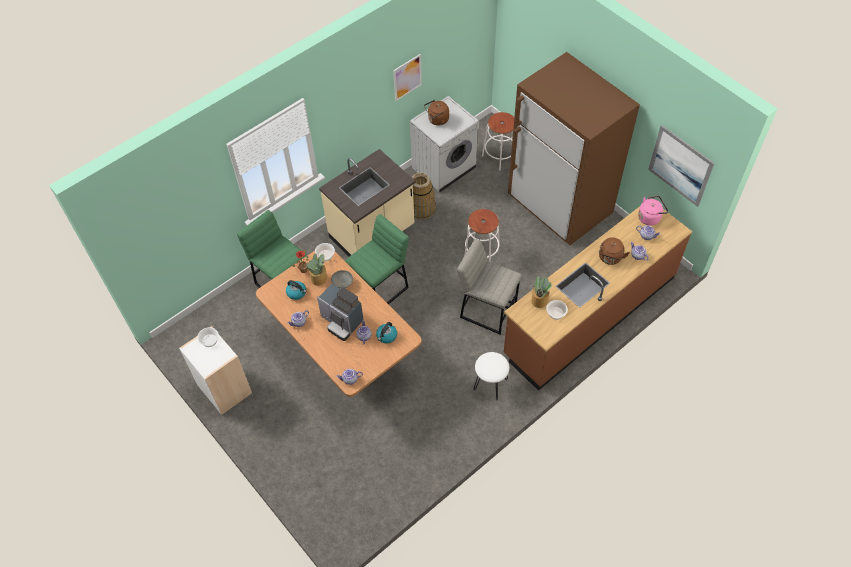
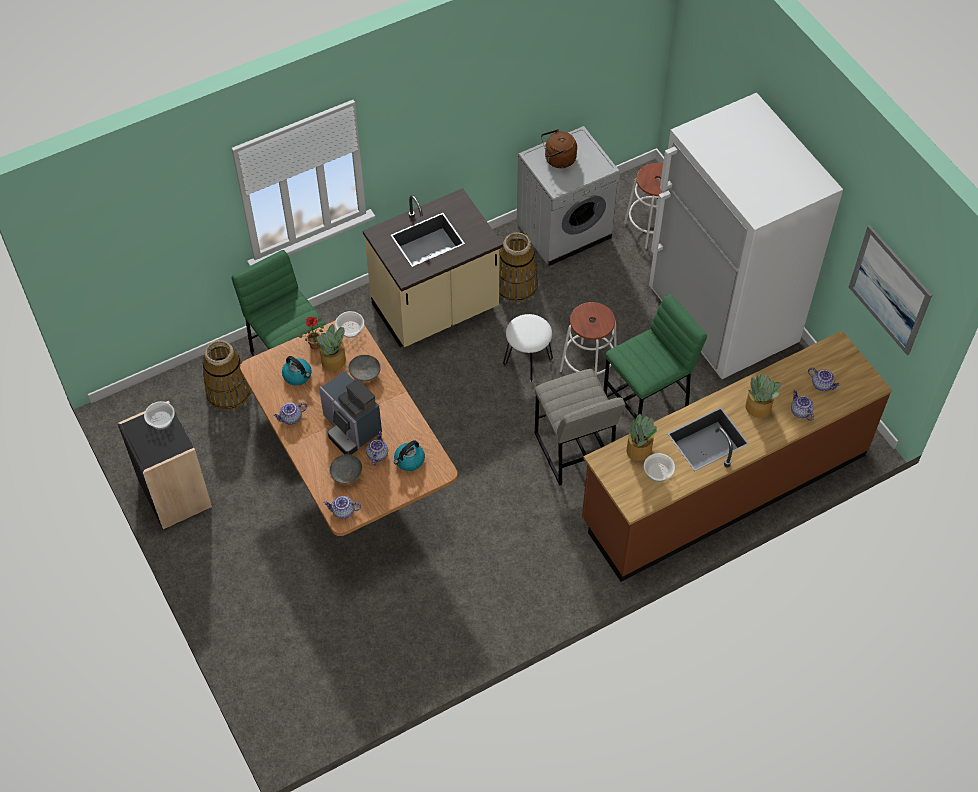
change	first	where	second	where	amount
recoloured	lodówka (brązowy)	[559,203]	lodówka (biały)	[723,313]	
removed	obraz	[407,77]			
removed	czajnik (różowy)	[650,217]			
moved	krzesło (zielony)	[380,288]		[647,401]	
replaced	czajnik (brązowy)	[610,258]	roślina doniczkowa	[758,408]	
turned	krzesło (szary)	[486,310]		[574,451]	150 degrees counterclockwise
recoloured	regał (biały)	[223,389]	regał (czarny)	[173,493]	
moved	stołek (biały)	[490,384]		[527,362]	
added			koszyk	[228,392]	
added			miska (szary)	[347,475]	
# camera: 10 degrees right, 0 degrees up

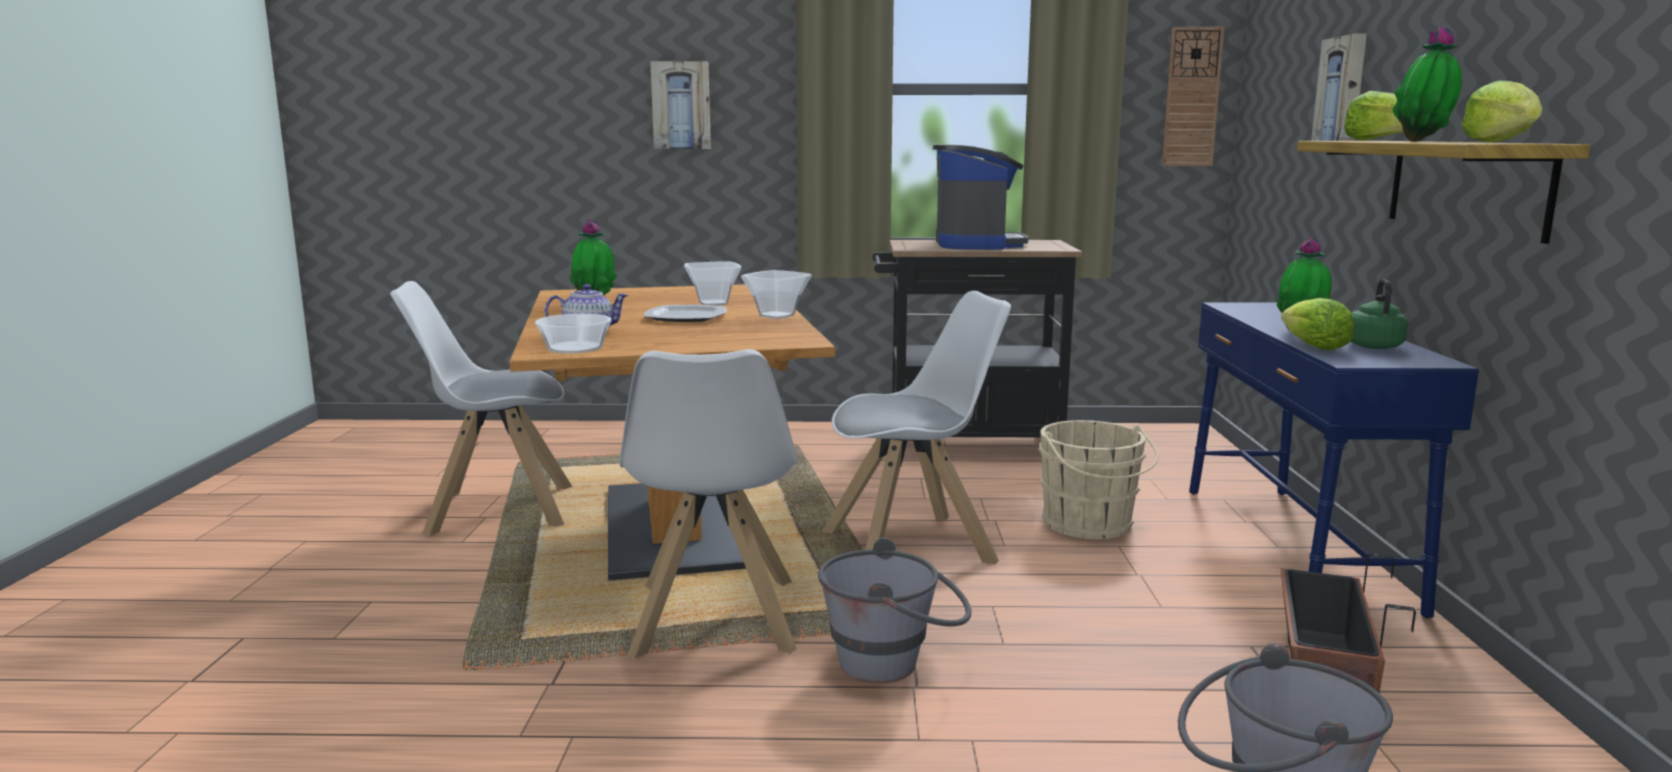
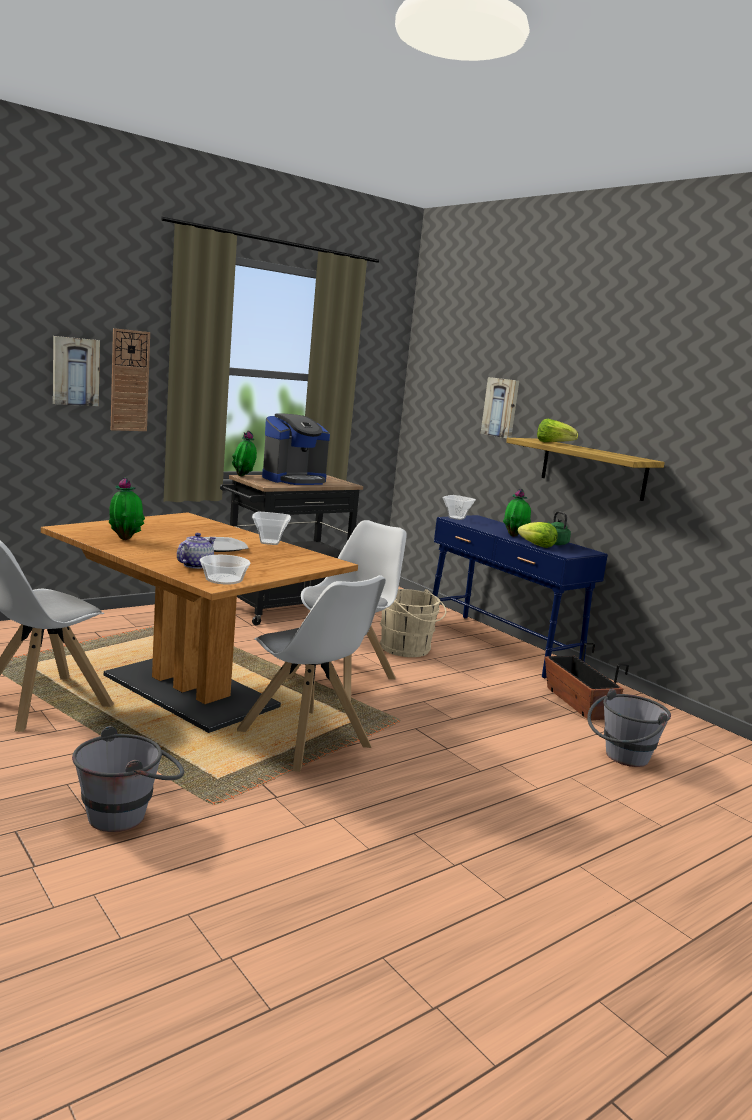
change	first	where	second	where	amount
moved	roślina doniczkowa	[1422,141]		[244,476]	
moved	zegar ścienny	[1191,97]		[129,381]	
removed	sałata	[1500,142]			
turned	ekspres do kawy	[977,244]		[294,480]	90 degrees clockwise
moved	miska	[714,303]		[457,518]	
moved	wiadro (szary)	[895,663]		[128,813]	
# camera: 40 degrees left, 0 degrees up

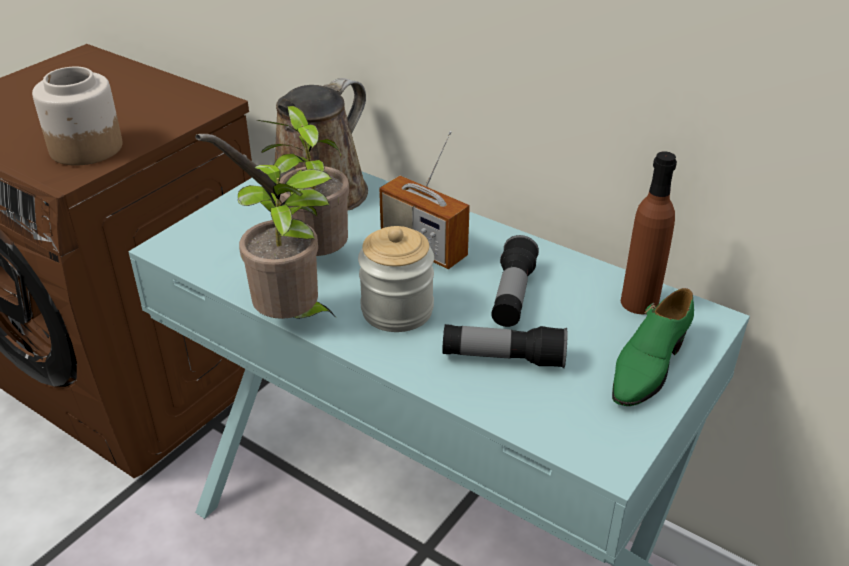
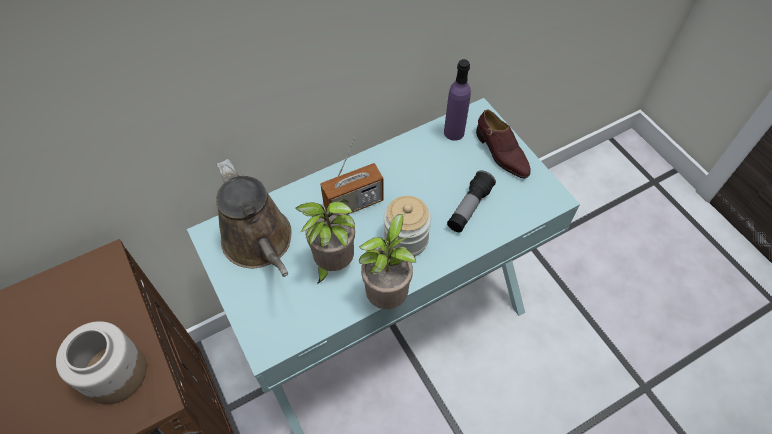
change	first	where	second	where	amount
recoloured	butelka (brązowy)	[639,302]	butelka (fioletowy)	[454,132]	
removed	latarka	[512,295]			
recoloured	but (zielony)	[647,366]	but (brązowy)	[501,153]	
# camera: 65 degrees left, 20 degrees up

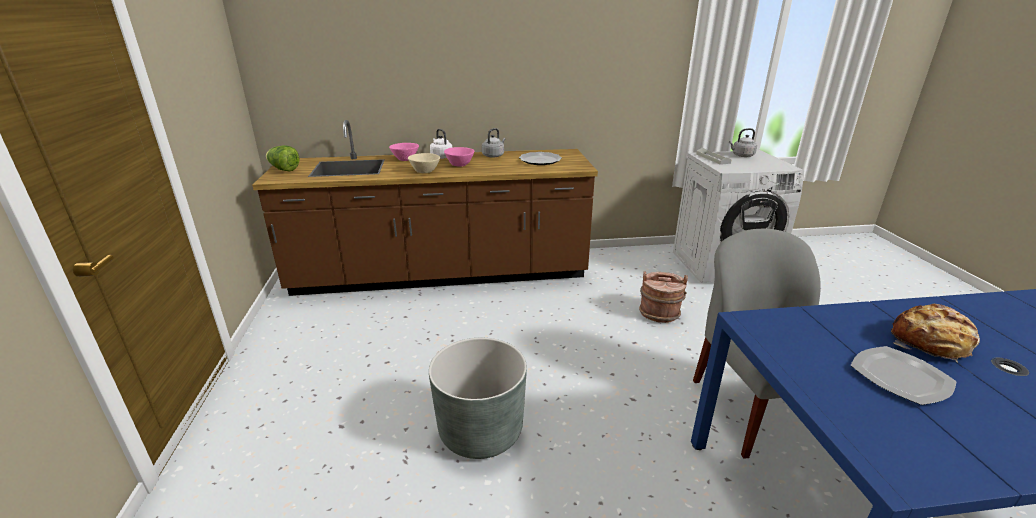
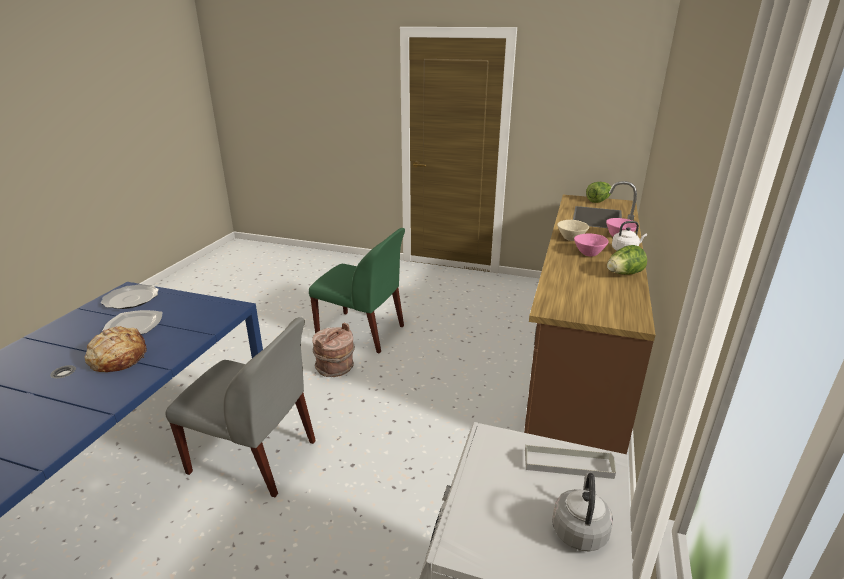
change	first	where	second	where	amount
replaced	czajnik (szary)	[494,155]	sałata	[623,274]	
moved	talerz	[540,160]		[131,299]	
moved	wiadro (brązowy)	[659,313]		[335,367]	
replaced	donica (szary)	[480,431]	krzesło (zielony)	[363,332]	
# camera: 115 degrees right, 0 degrees up

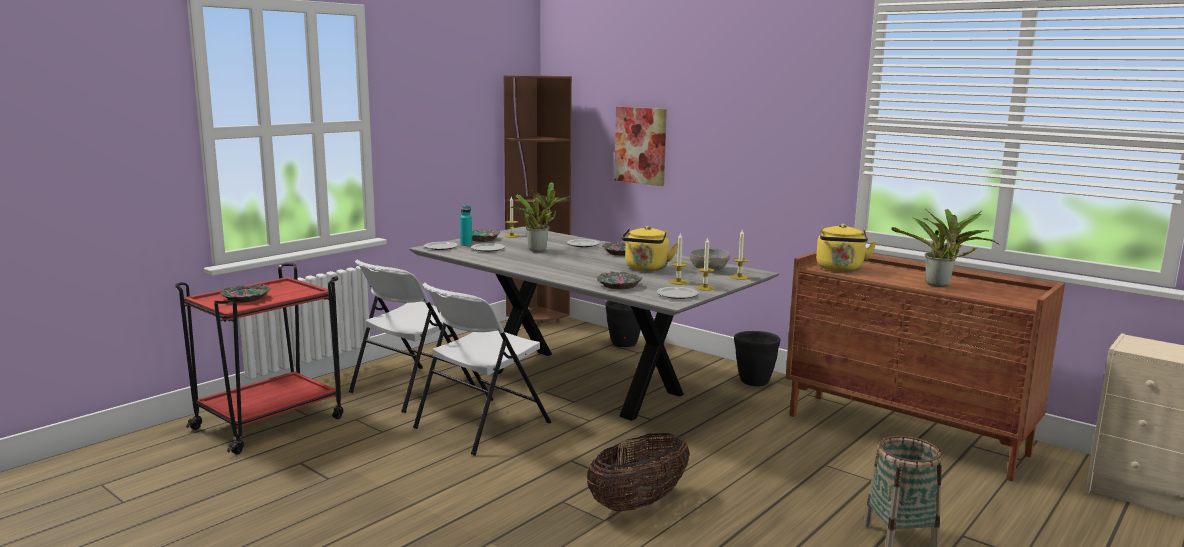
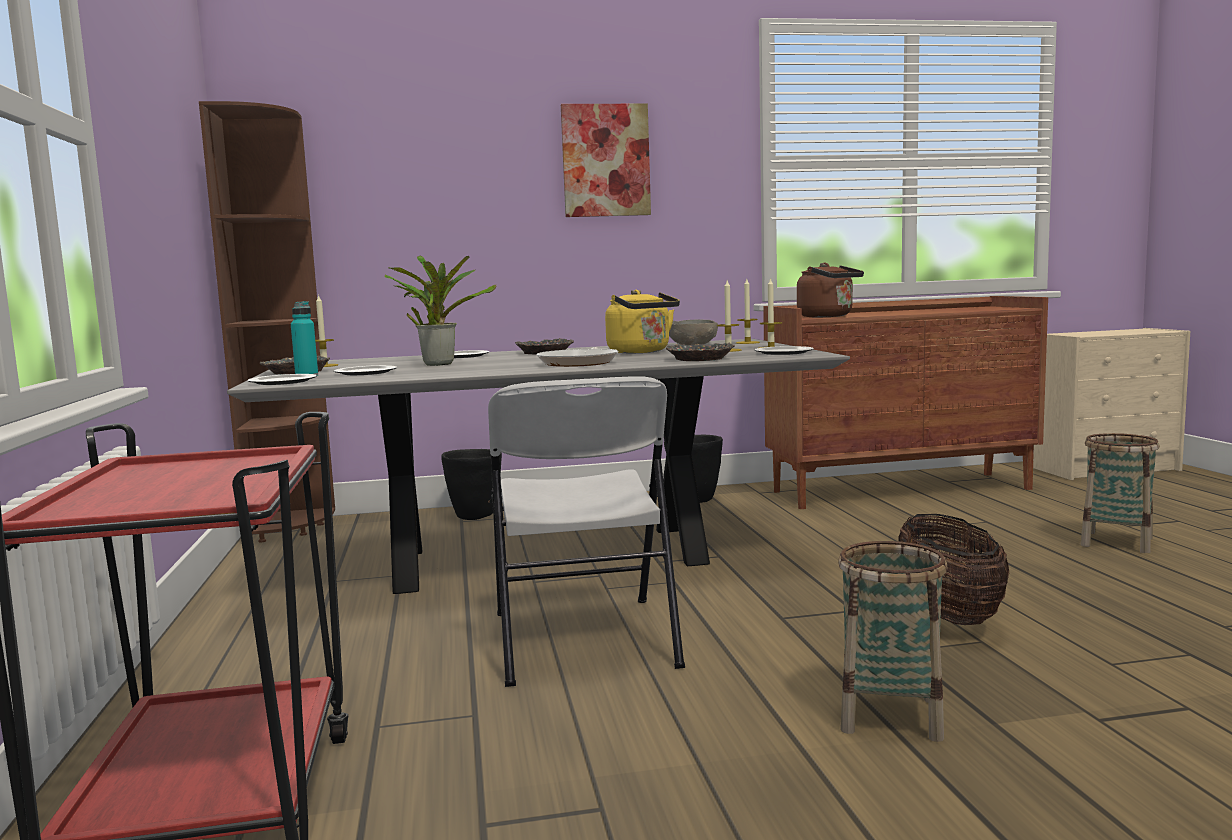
change	first	where	second	where	amount
moved	obraz	[641,145]		[605,160]	
removed	roślina doniczkowa	[940,285]			
recoloured	czajnik (żółty)	[840,269]	czajnik (brązowy)	[828,316]	
removed	krzesło (biały)	[412,388]			
removed	miska	[245,298]			
added			patelnia	[580,363]	
added			koszyk	[890,715]	
# camera: 50 degrees left, 5 degrees down

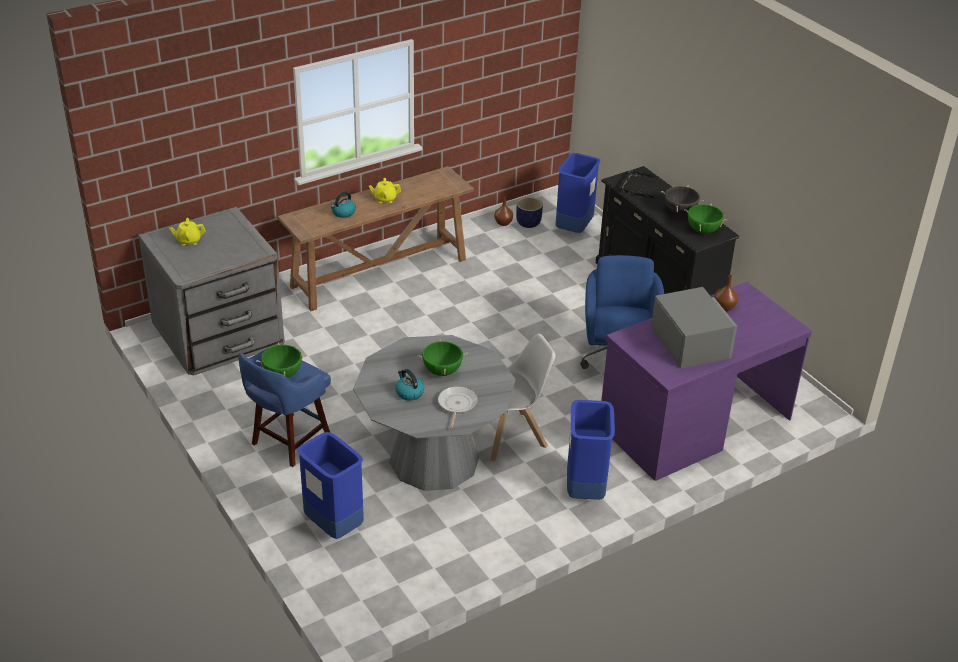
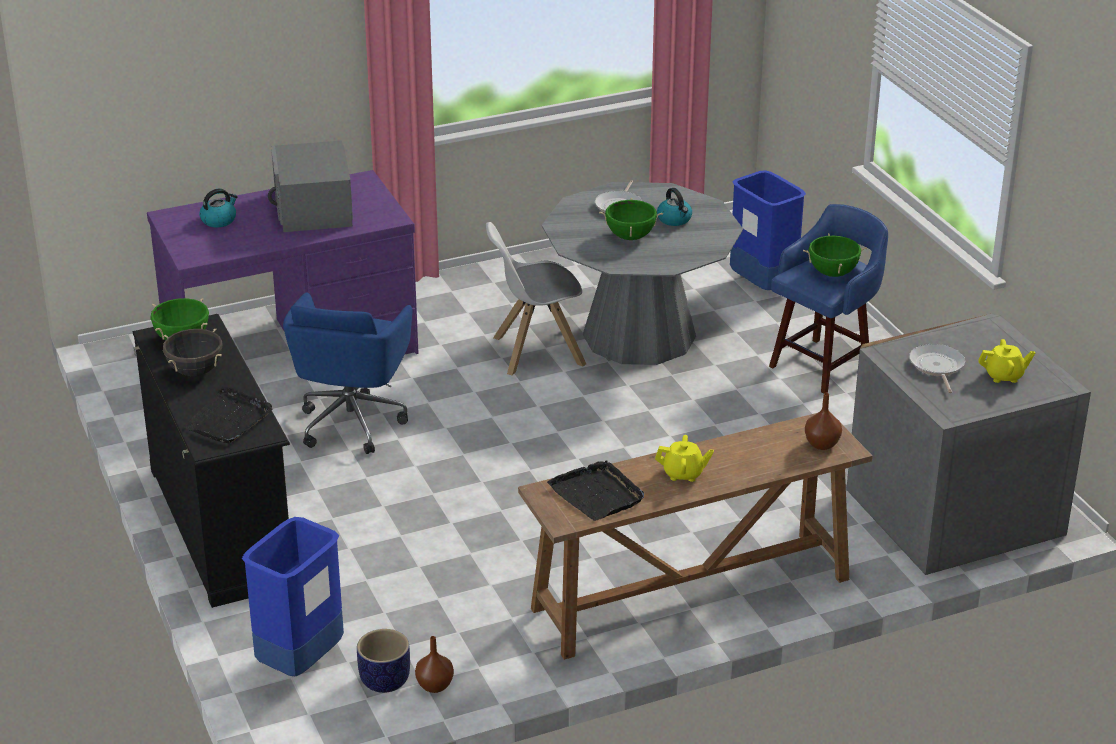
change	first	where	second	where	amount
moved	czajnik	[343,213]		[219,220]	
moved	wazon (brązowy)	[725,307]		[821,444]	
removed	kosz na śmieci (niebieski)	[585,489]			
added			patelnia	[936,367]	
added			taca (czarny)	[597,494]	
# camera: 170 degrees left, 5 degrees down

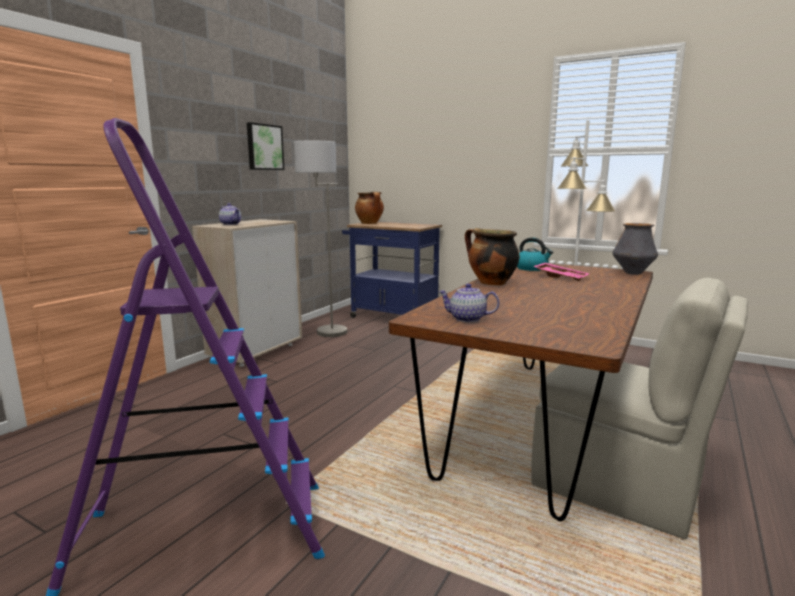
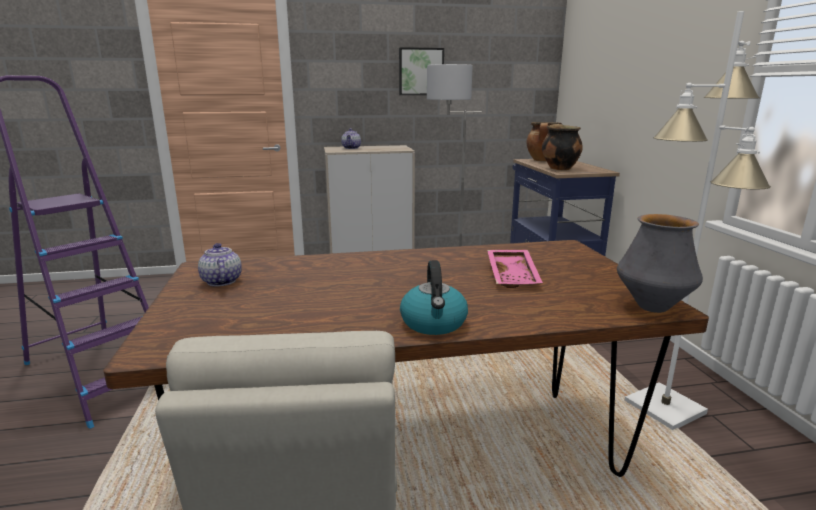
change	first	where	second	where	amount
moved	garnek	[490,283]		[559,168]	
moved	czajnik	[531,268]		[434,323]	
# camera: 50 degrees right, 5 degrees up

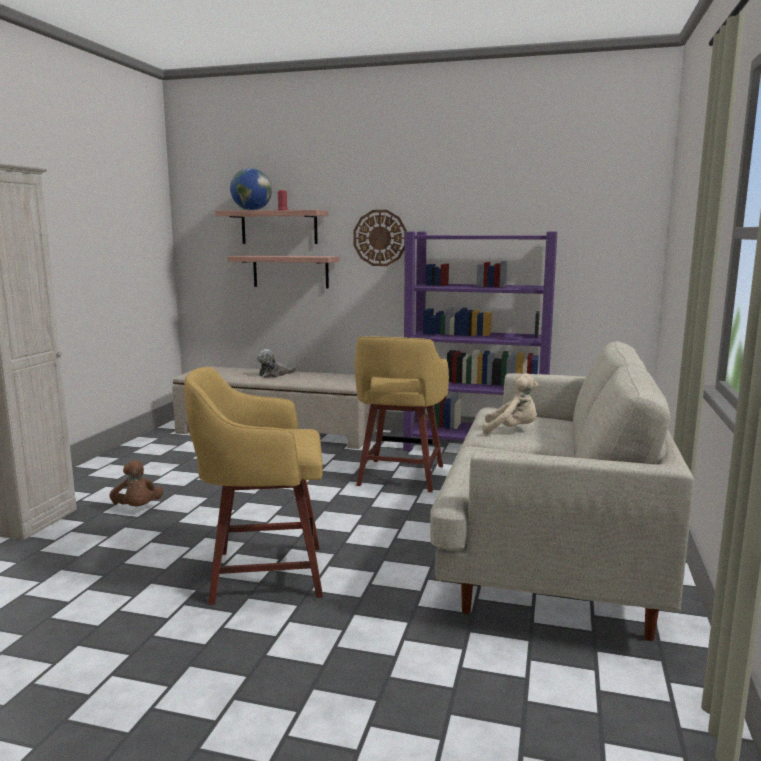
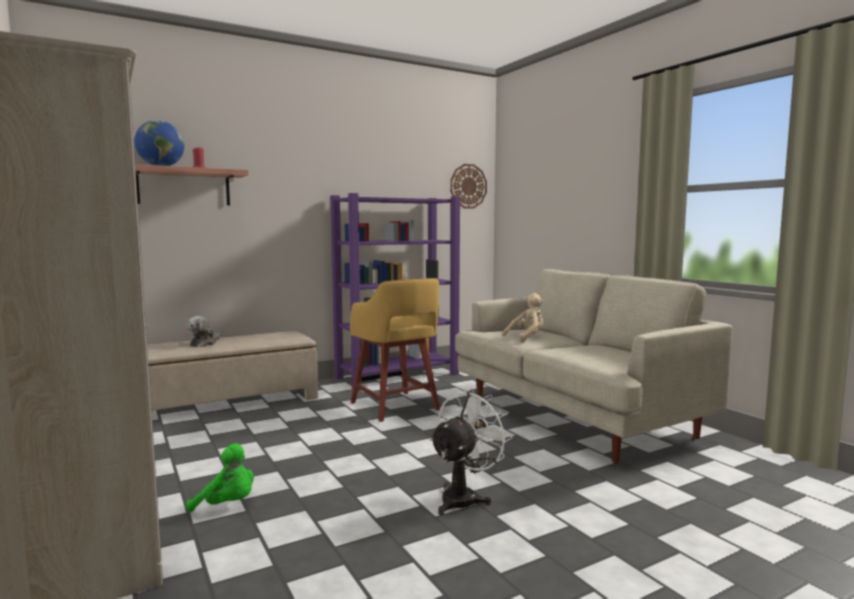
change	first	where	second	where	amount
moved	zegar ścienny	[380,238]		[468,186]	
removed	półka	[290,271]			
replaced	stołek (żółty)	[263,573]	wentylator (biały)	[464,497]	
recoloured	pluszak (brązowy)	[137,509]	pluszak (zielony)	[227,505]	
# camera: 45 degrees left, 5 degrees down

